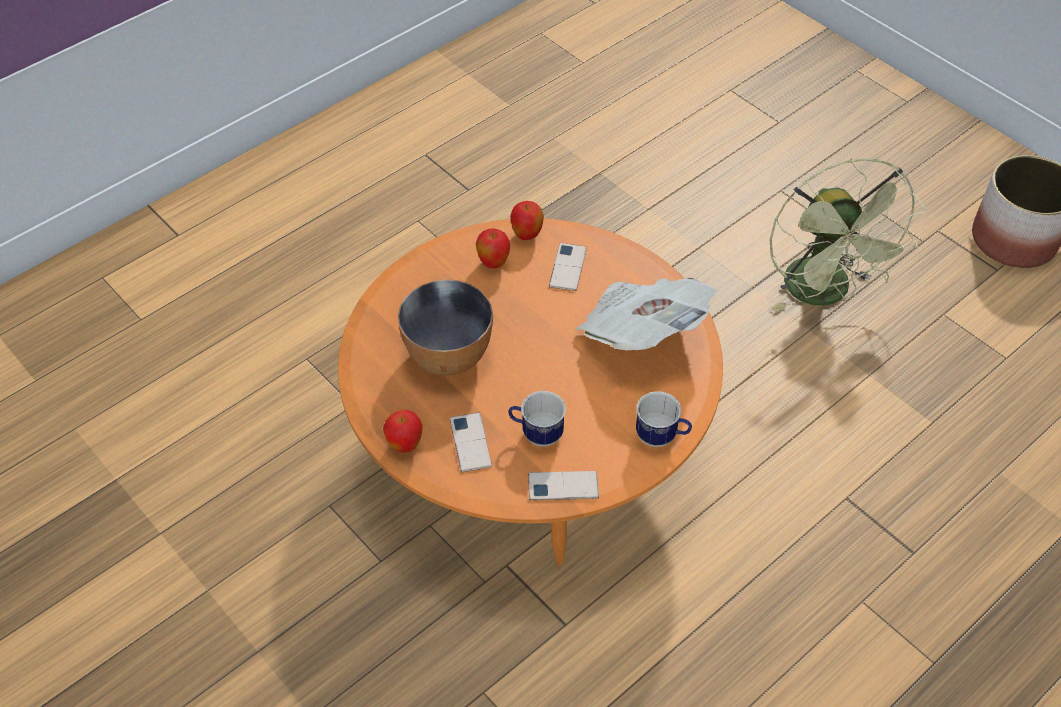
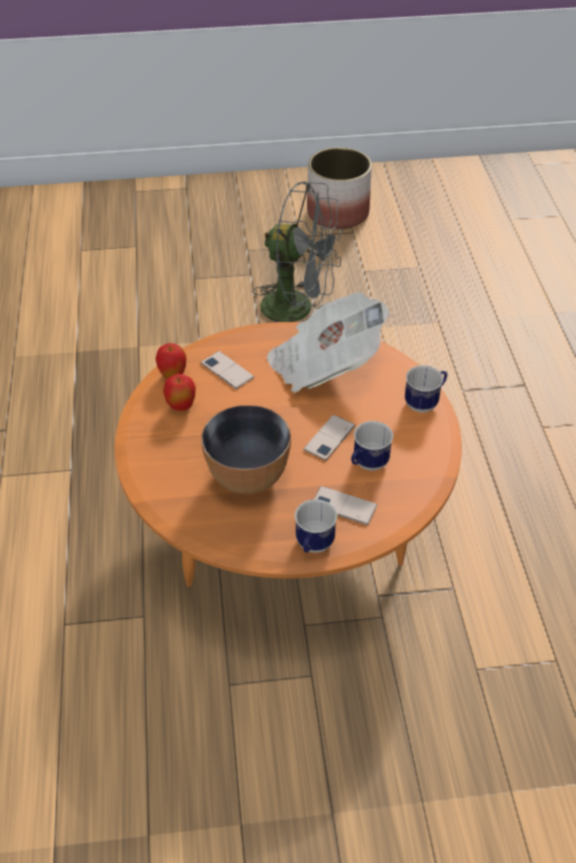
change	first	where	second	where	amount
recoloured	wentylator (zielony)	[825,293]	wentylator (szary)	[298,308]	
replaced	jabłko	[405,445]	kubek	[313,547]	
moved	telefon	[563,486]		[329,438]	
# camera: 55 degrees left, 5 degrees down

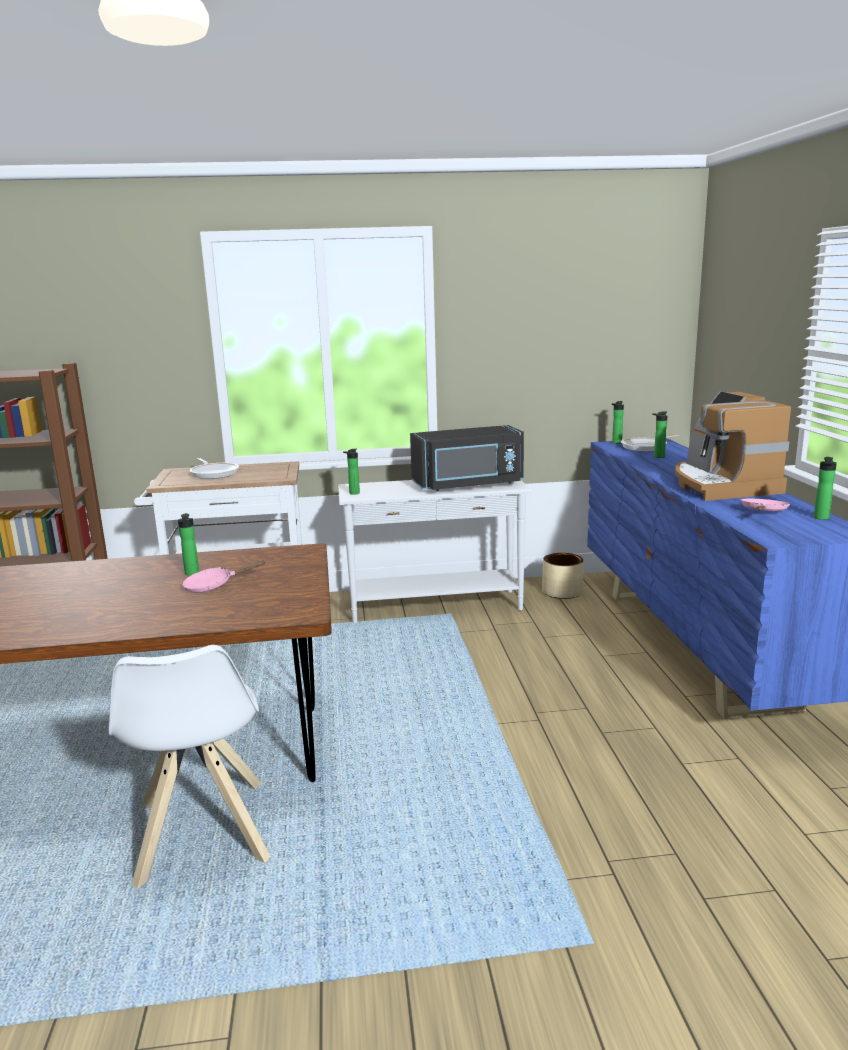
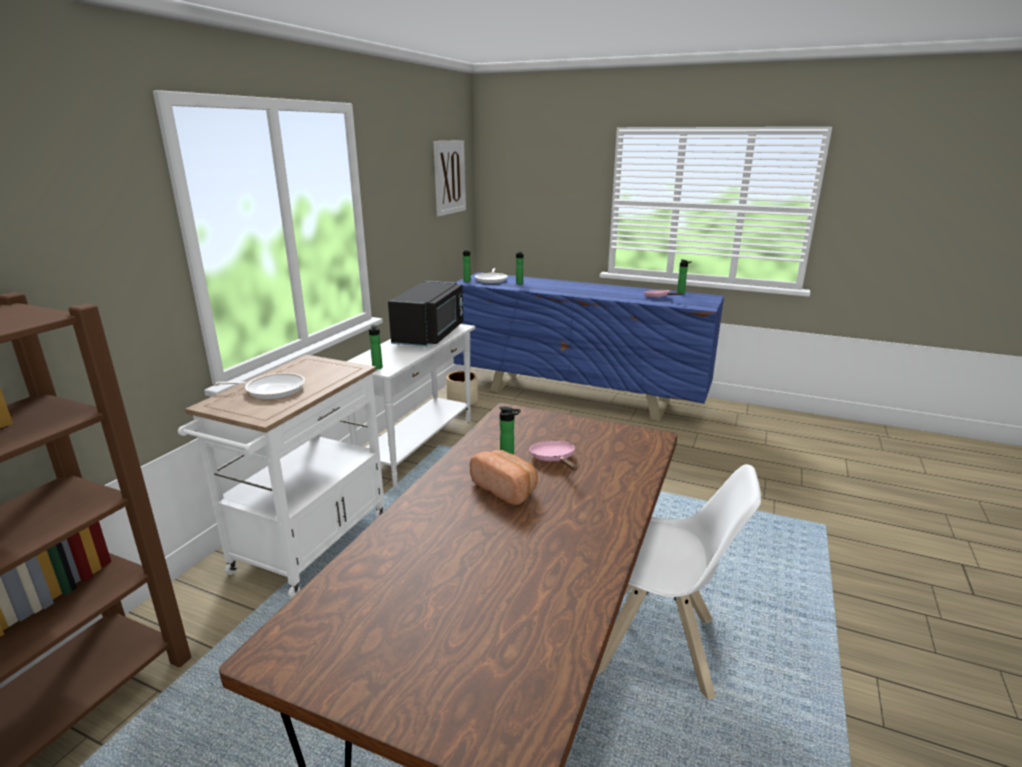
change	first	where	second	where	amount
removed	ekspres do kawy	[721,486]			
turned	patelnia (różowy)	[214,586]		[554,459]	150 degrees clockwise
added			obraz	[449,177]	
added			chleb	[506,488]	
# camera: 60 degrees left, 5 degrees up

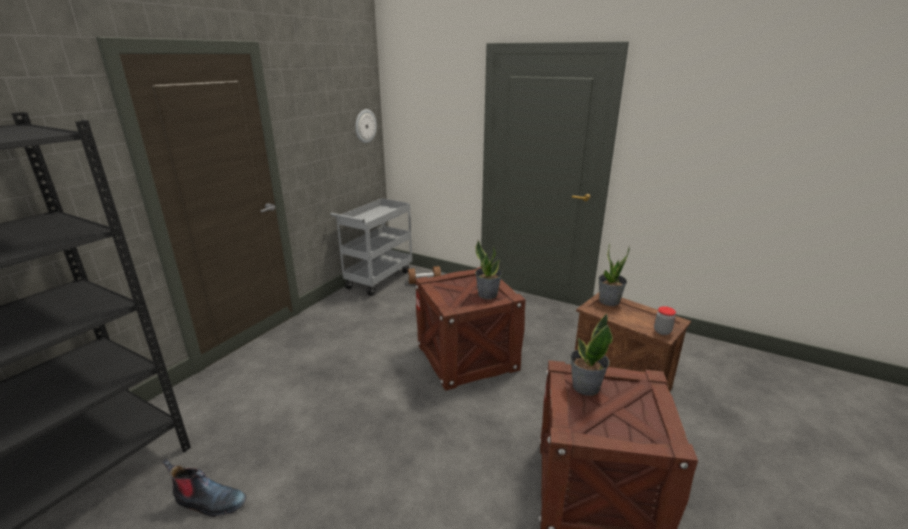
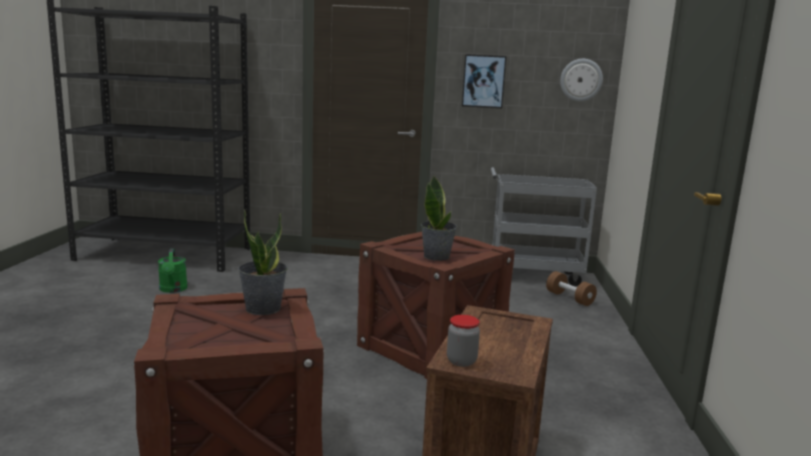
change	first	where	second	where	amount
removed	roślina doniczkowa	[609,301]			
replaced	but z cholewką	[209,502]	konewka (zielony)	[173,289]	
added			obraz	[483,81]	
# camera: 65 degrees right, 10 degrees down

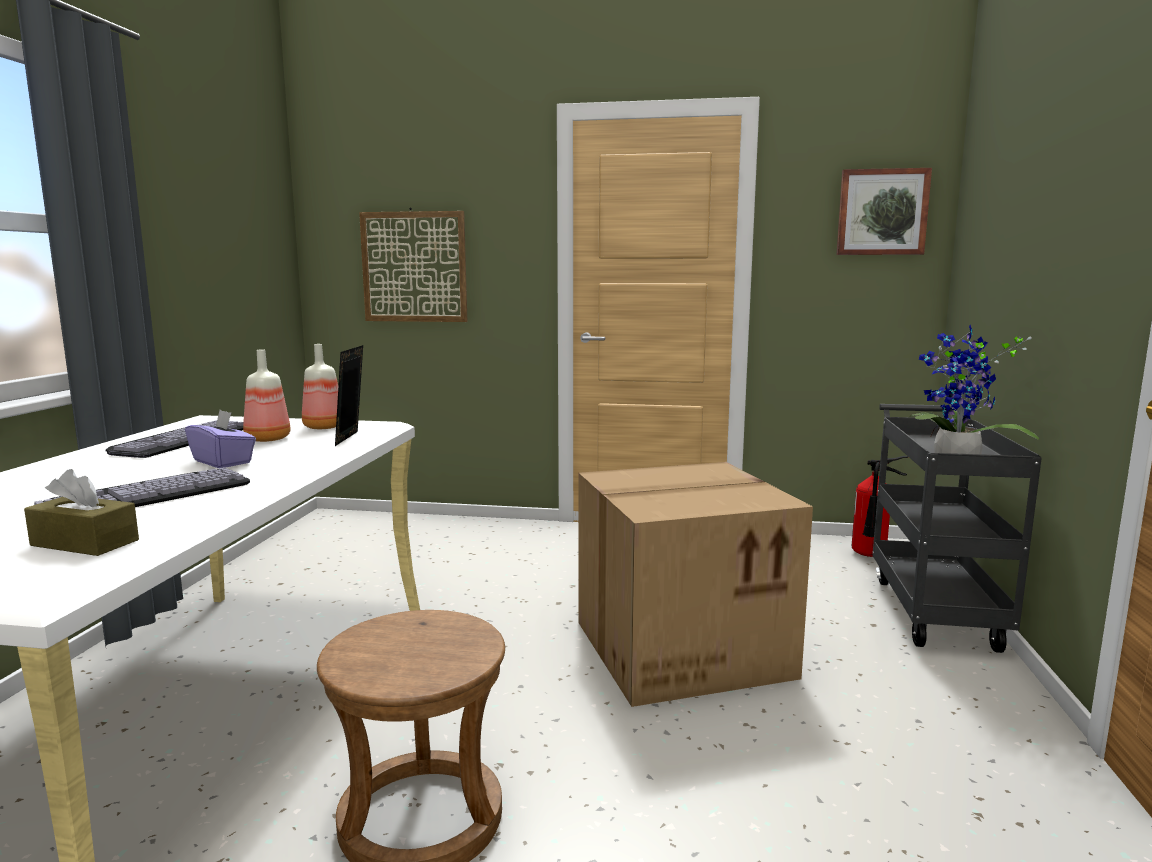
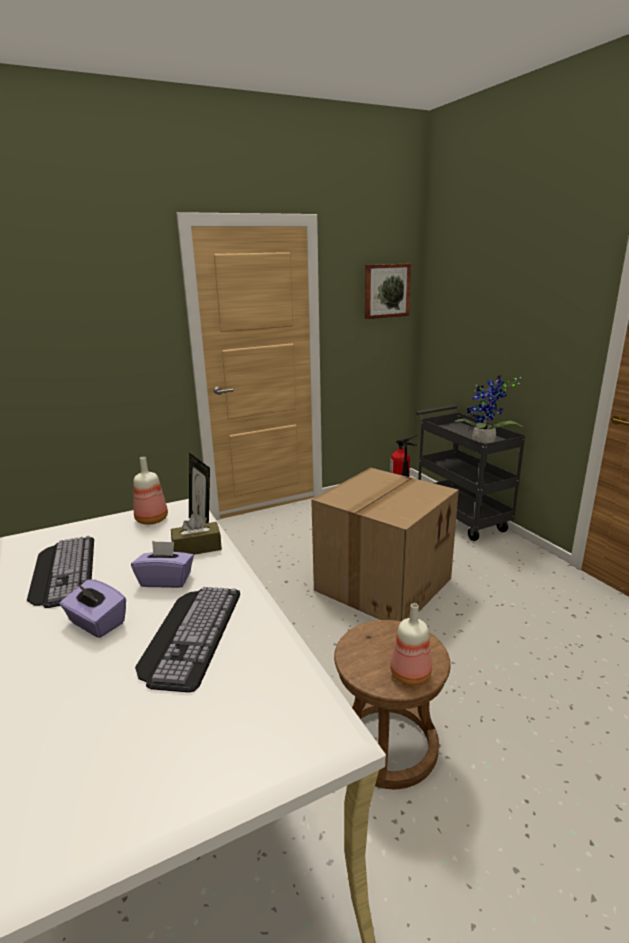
change	first	where	second	where	amount
removed	obraz	[414,265]			
moved	butelka	[266,439]		[410,675]	
moved	pudełko chusteczek (brązowy)	[85,543]		[197,548]	
added			pudełko chusteczek (fioletowy)	[96,623]	
# camera: 35 degrees left, 10 degrees up

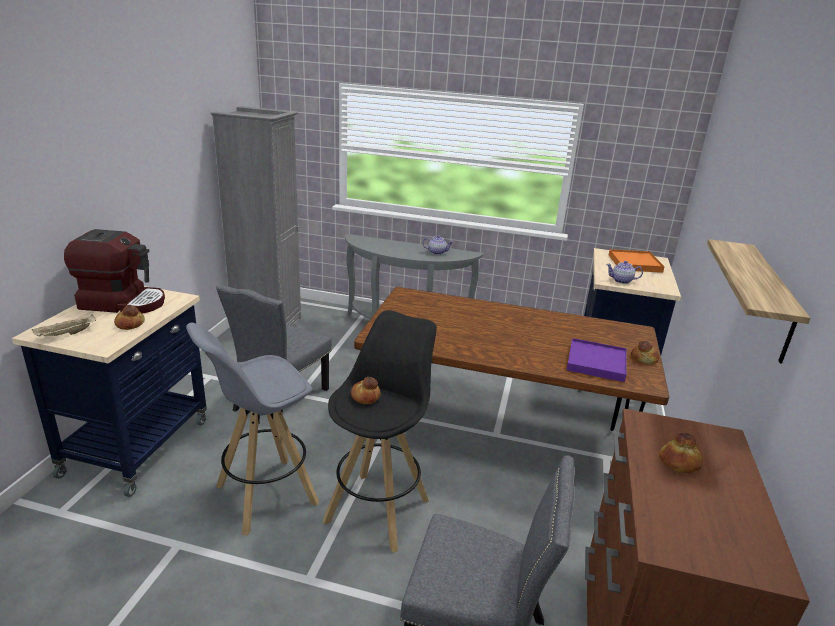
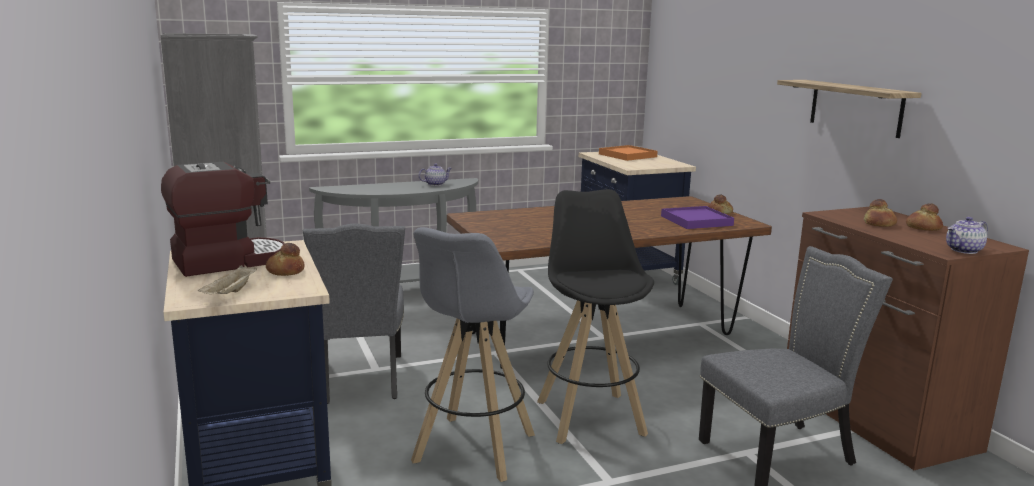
change	first	where	second	where	amount
moved	imbryk	[621,281]		[964,250]	
moved	chleb	[365,396]		[922,228]	
# camera: 35 degrees left, 10 degrees down

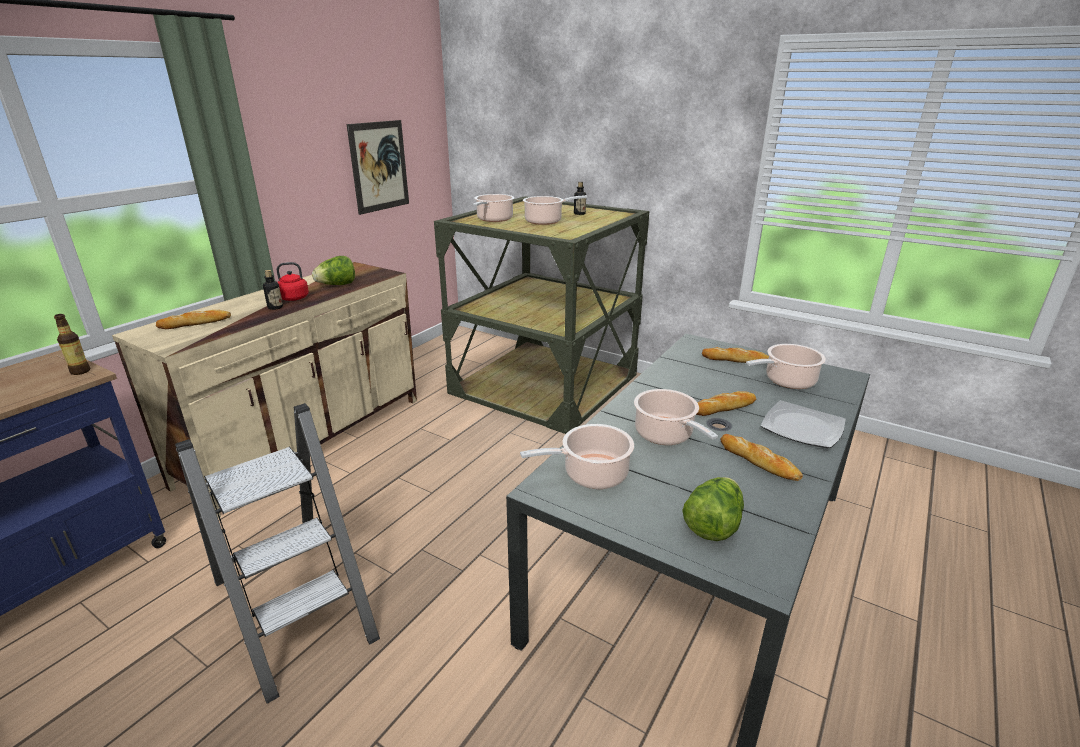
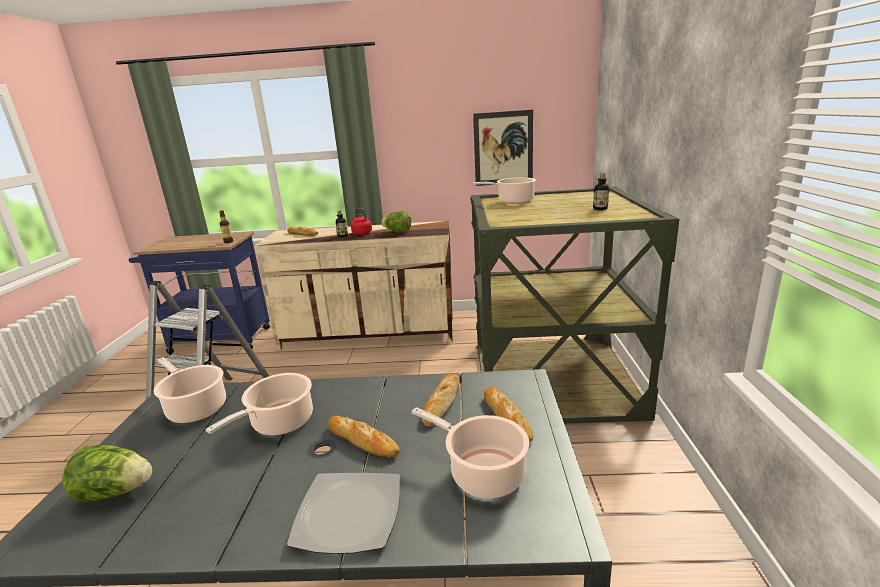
change	first	where	second	where	amount
removed	garnek	[546,221]			
moved	chleb	[758,461]		[441,402]	
# camera: 60 degrees right, 5 degrees down

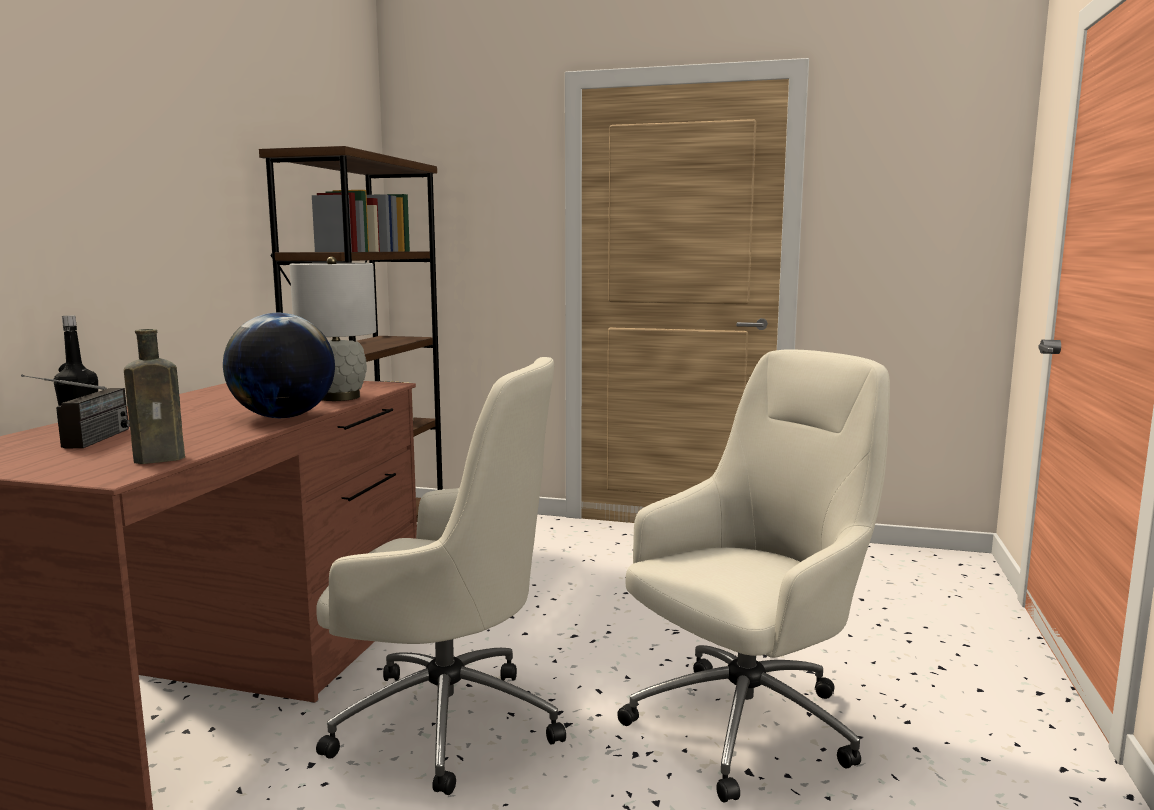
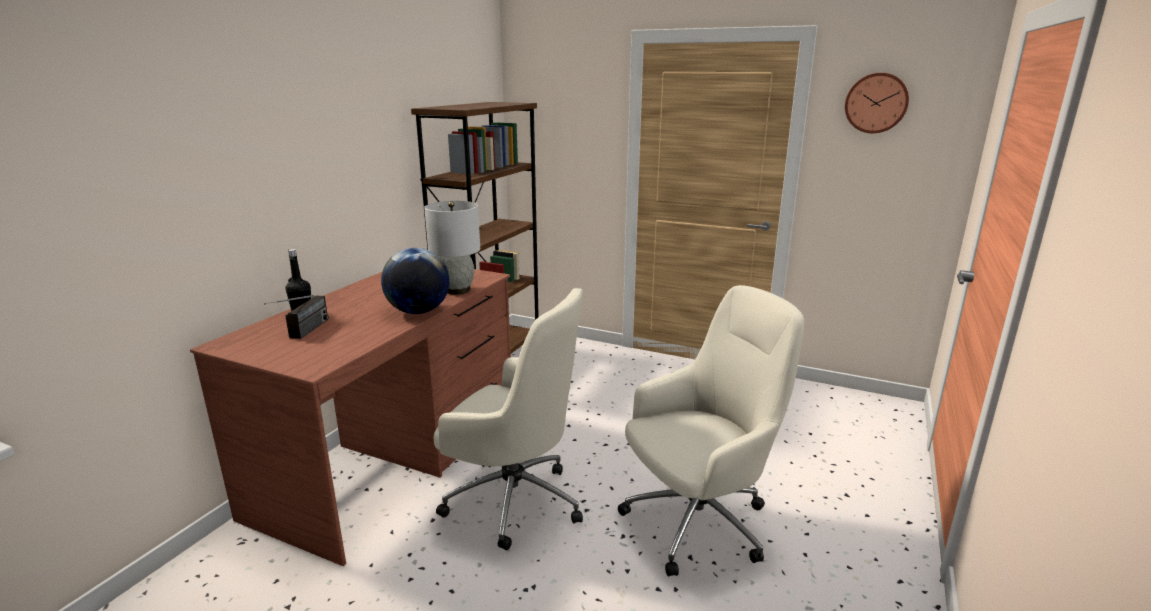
change	first	where	second	where	amount
removed	butelka (brązowy)	[163,458]			
added			zegar ścienny	[876,103]	
# camera: 10 degrees right, 10 degrees up

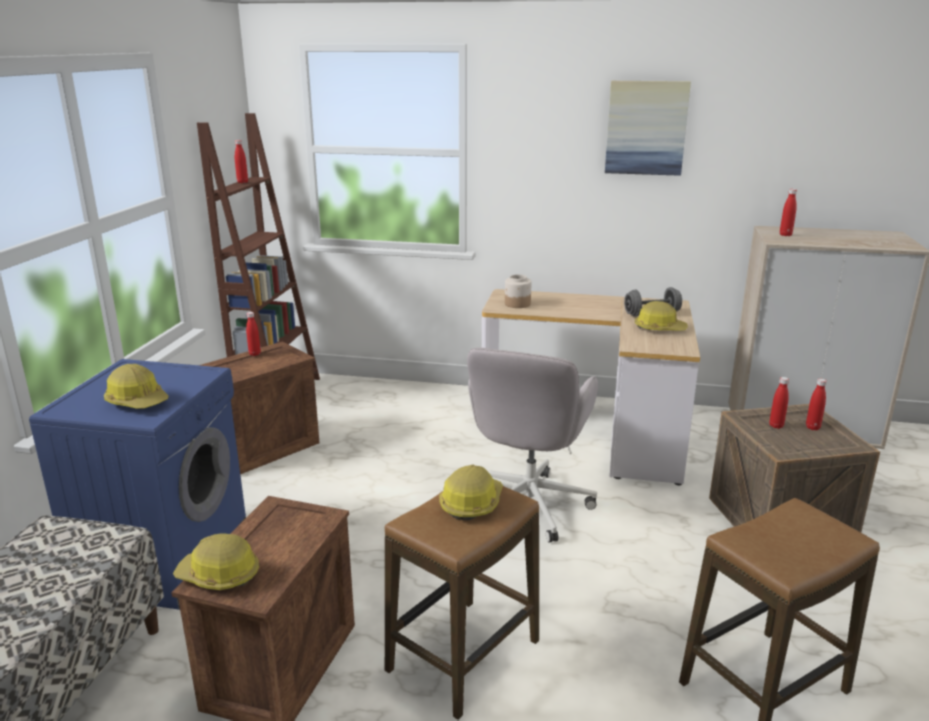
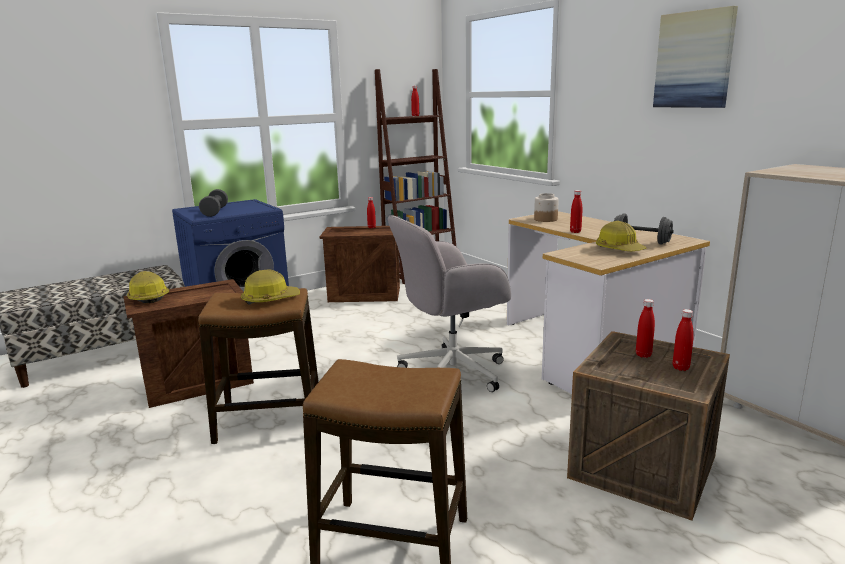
change	first	where	second	where	amount
moved	butelka (czerwony)	[785,235]		[575,232]	
replaced	kask	[137,401]	hantel (szary)	[215,212]	
# camera: 45 degrees right, 5 degrees down

